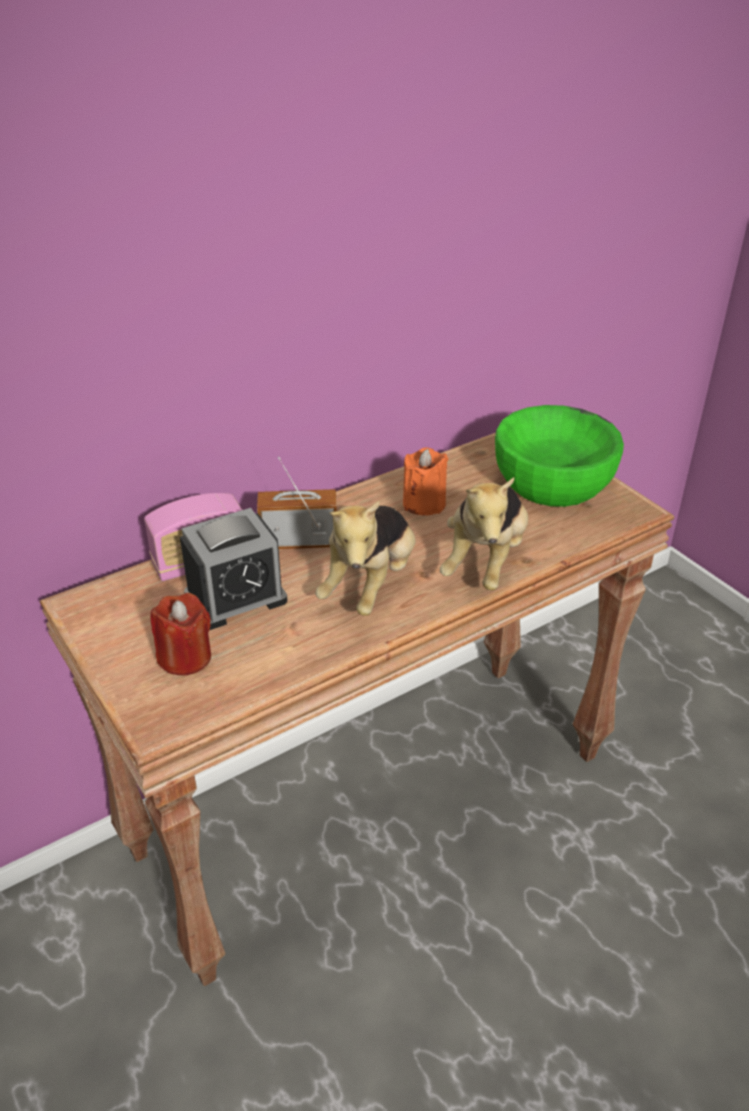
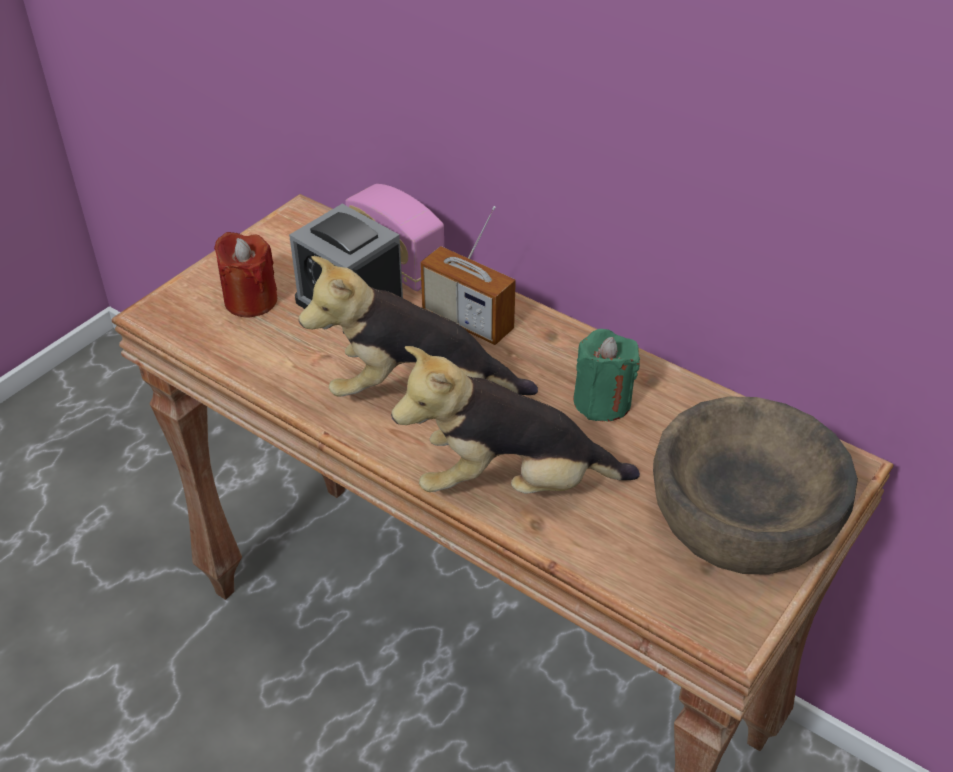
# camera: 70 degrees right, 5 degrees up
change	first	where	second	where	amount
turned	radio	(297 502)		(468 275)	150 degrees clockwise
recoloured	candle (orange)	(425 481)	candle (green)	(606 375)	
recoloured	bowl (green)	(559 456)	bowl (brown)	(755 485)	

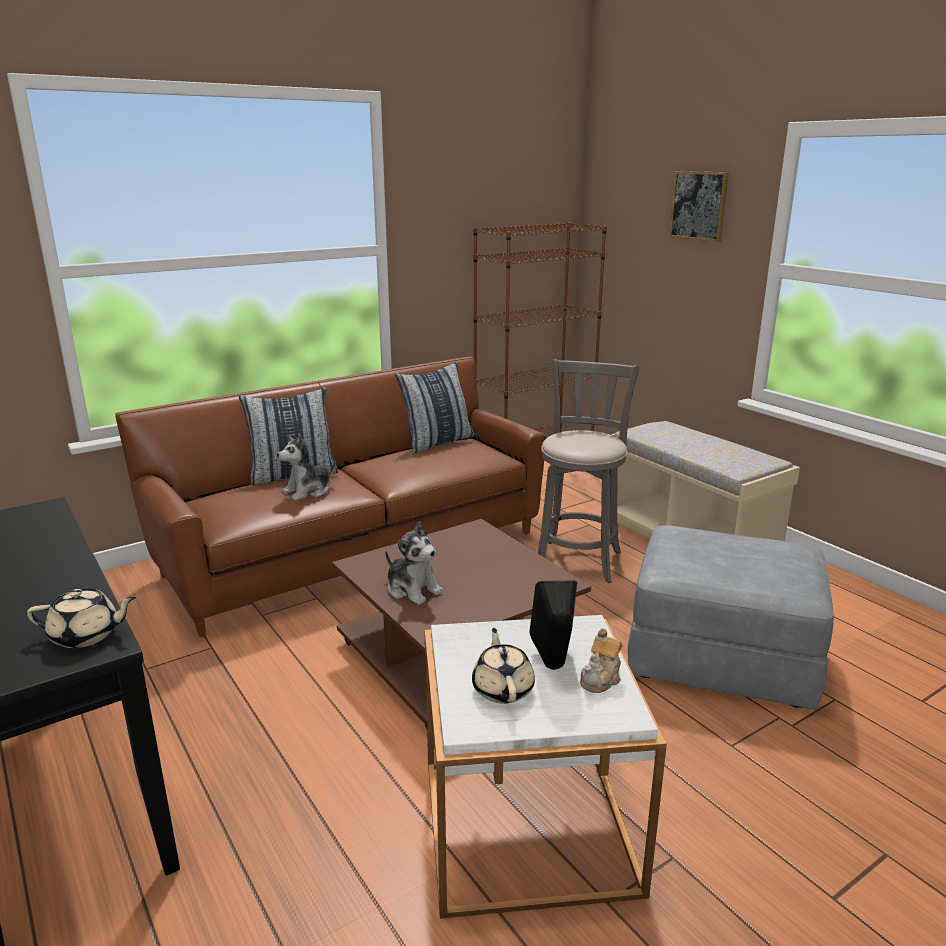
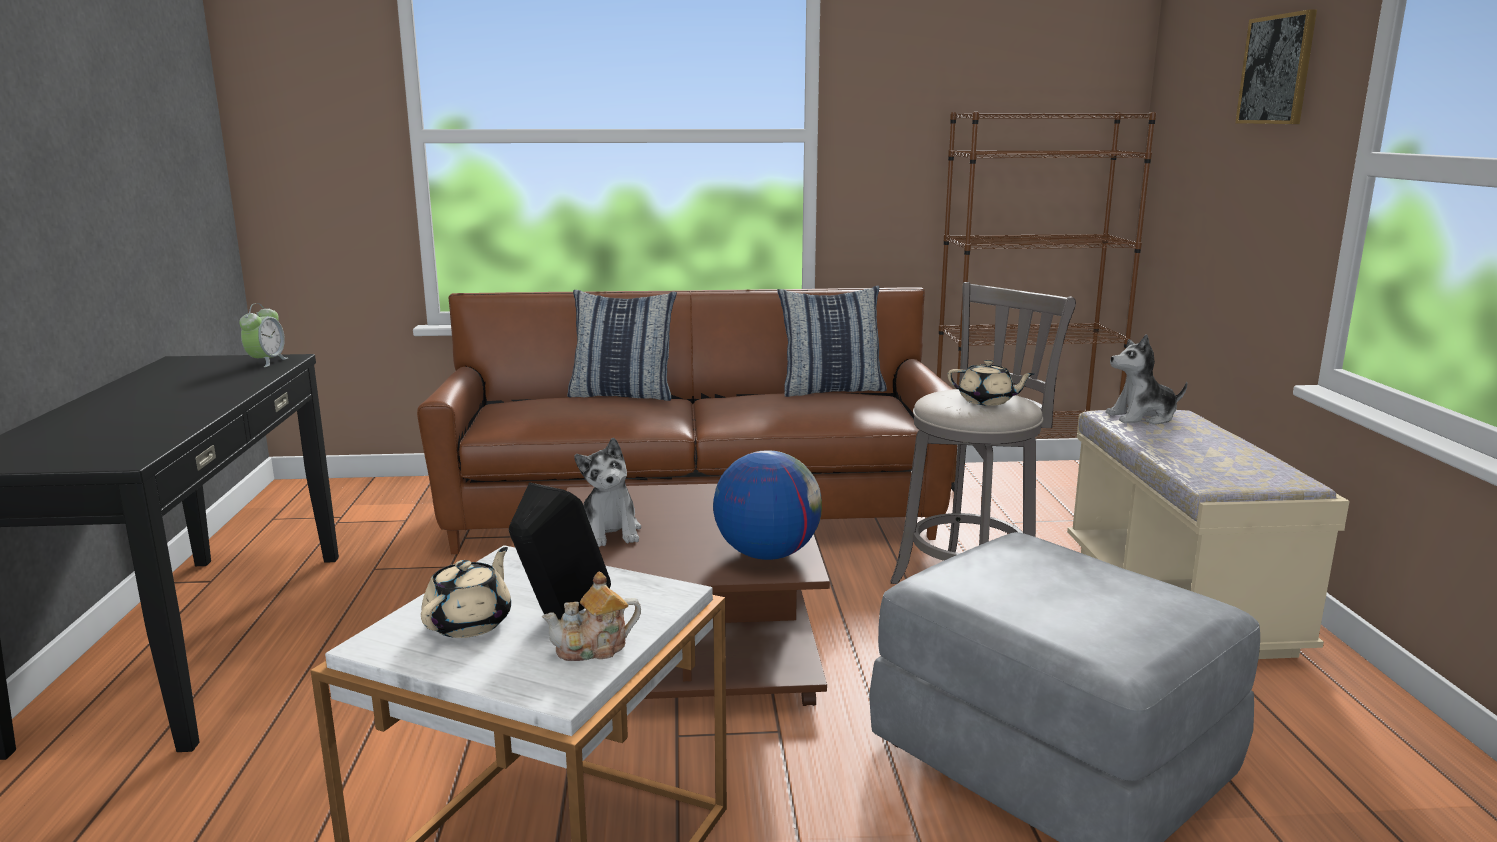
# camera: 30 degrees right, 5 degrees down
change	first	where	second	where	amount
added			alarm clock	(263 335)	
added			globe	(767 505)	
moved	teapot (beige)	(81 618)		(991 383)	
moved	plush toy	(306 467)		(1146 379)	

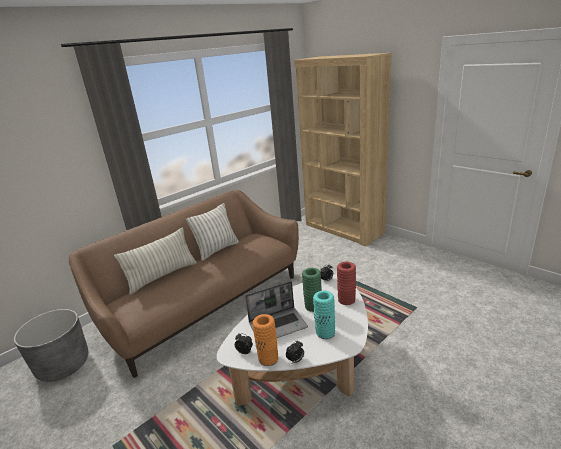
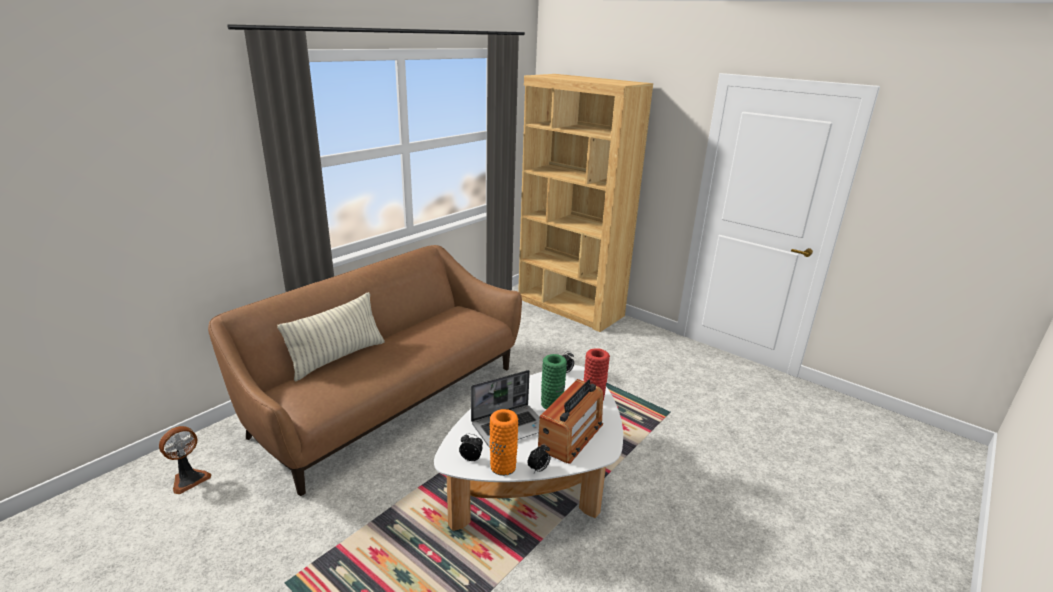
# camera: 10 degrees left, 0 degrees up
change	first	where	second	where	amount
replaced	planter (grey)	(51 345)	fan	(185 460)	
replaced	vase (turquoise)	(324 315)	radio	(570 421)	
removed	pillow	(212 232)			

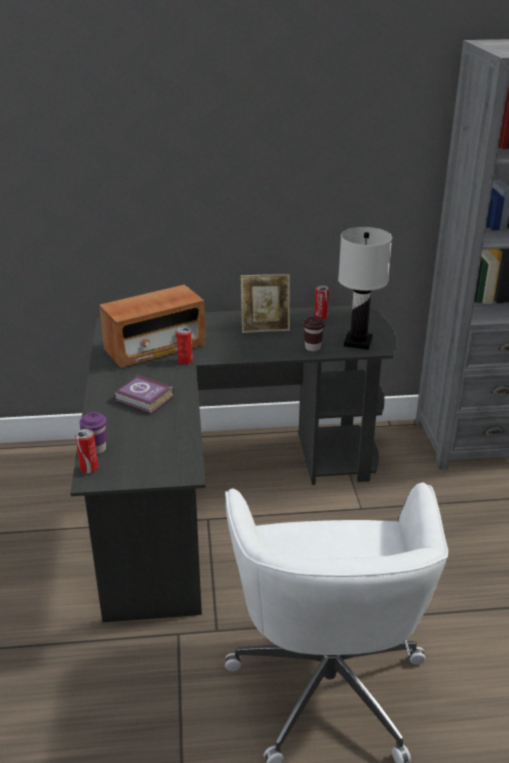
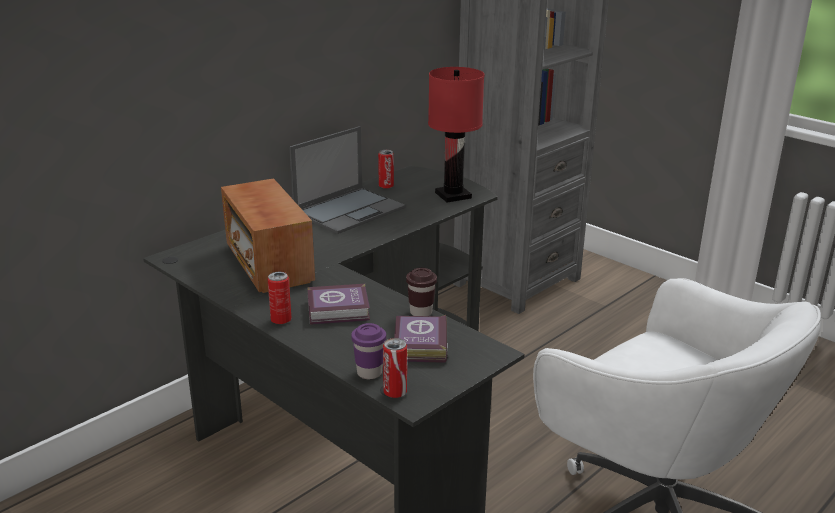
# camera: 40 degrees left, 5 degrees down
change	first	where	second	where	amount
turned	radio	(152 326)		(268 235)	135 degrees clockwise
moved	can	(184 345)		(279 298)	
replaced	picture frame	(265 303)	laptop	(347 180)	
added			book	(421 339)	
moved	cup (brown)	(314 333)		(421 292)	
recoloured	table lamp (white)	(365 288)	table lamp (red)	(456 135)	

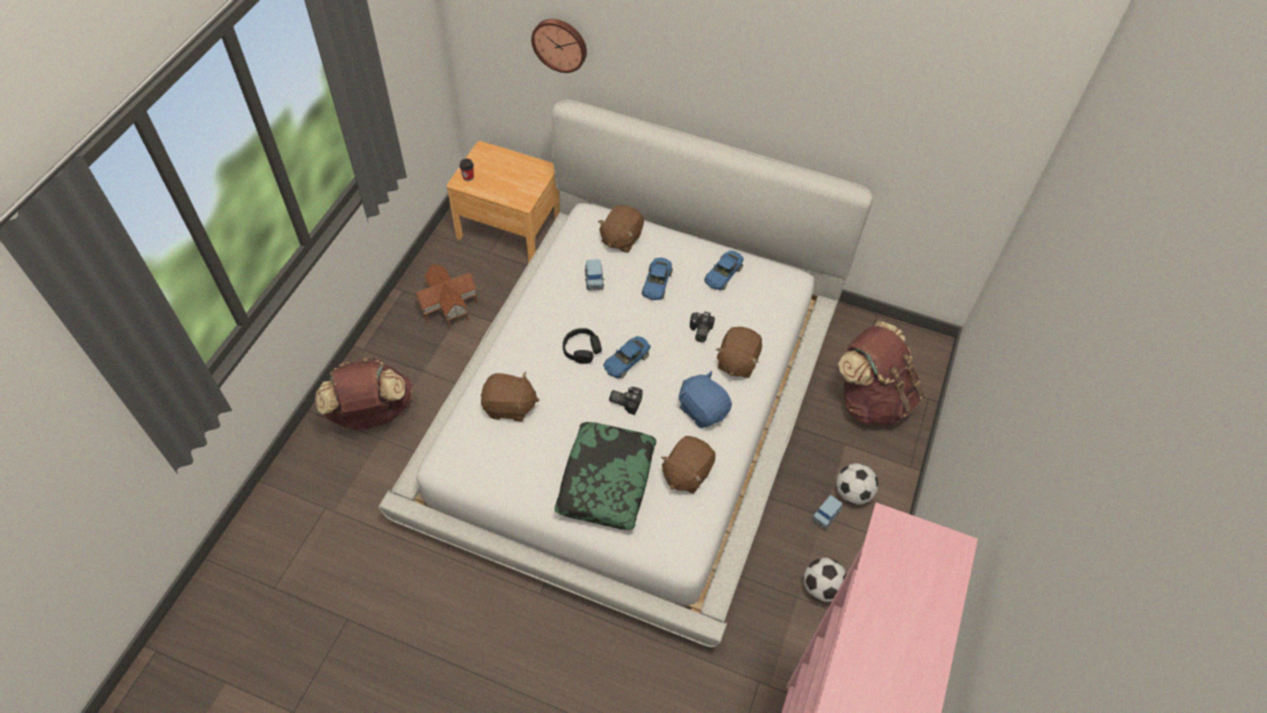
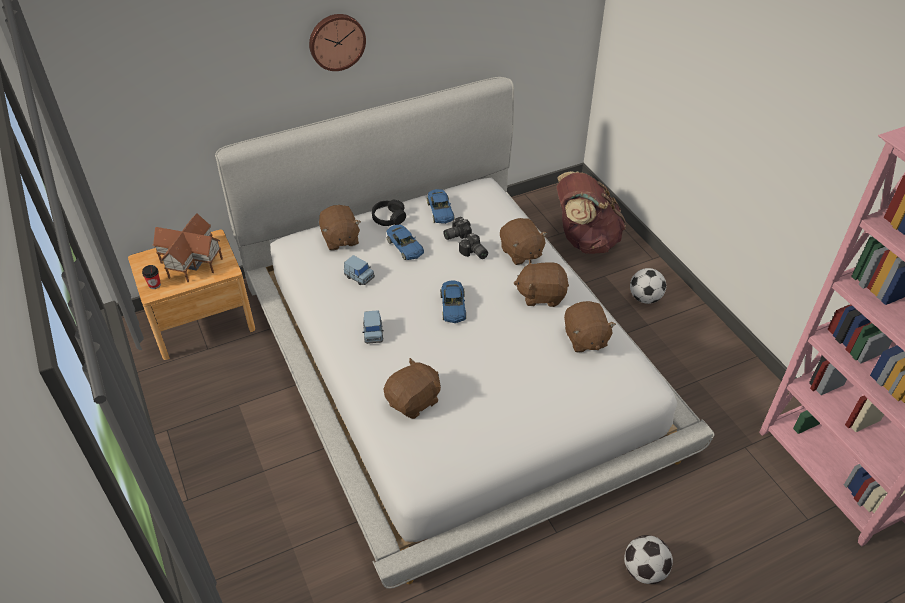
# camera: 45 degrees left, 10 degrees down
change	first	where	second	where	amount
moved	toy house	(445 295)		(187 247)	
moved	wall clock	(559 46)		(337 42)	
moved	toy car (blue)	(827 512)		(373 327)	
moved	headphones (black)	(582 346)		(389 213)	
moved	photo camera	(626 401)		(457 228)	
recoloured	plush toy (blue)	(705 399)	plush toy (brown)	(541 283)	
moved	football	(825 580)		(648 559)	
removed	backpack (brown)	(364 393)			
removed	pillow	(605 476)			

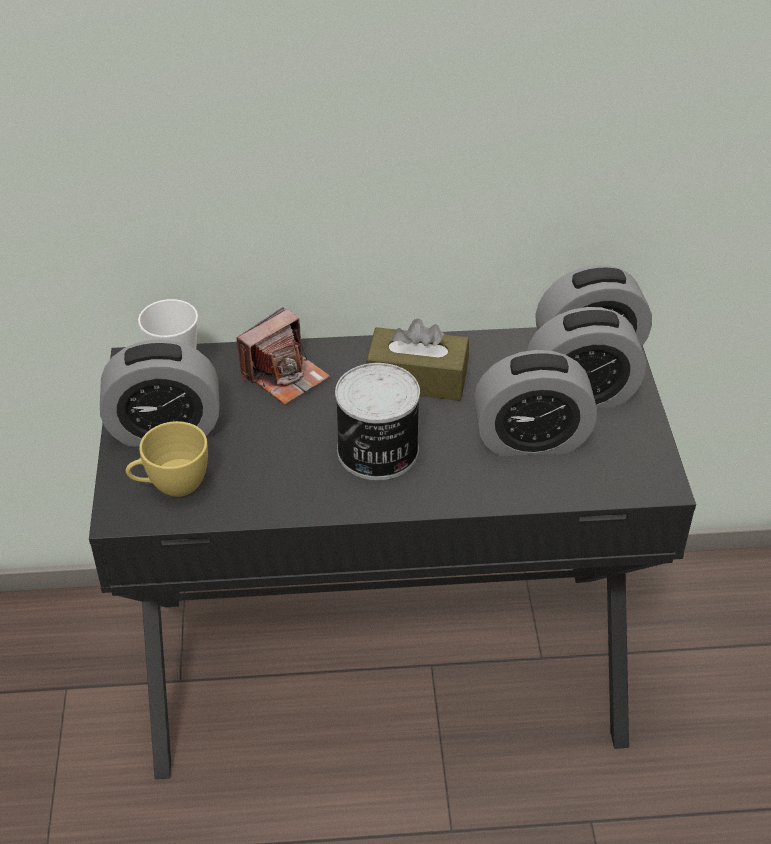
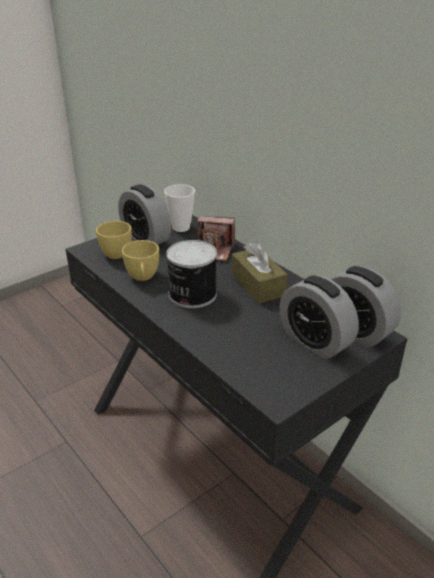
# camera: 55 degrees right, 10 degrees down
change	first	where	second	where	amount
added			cup (yellow)	(140 260)	
removed	alarm clock	(535 403)			

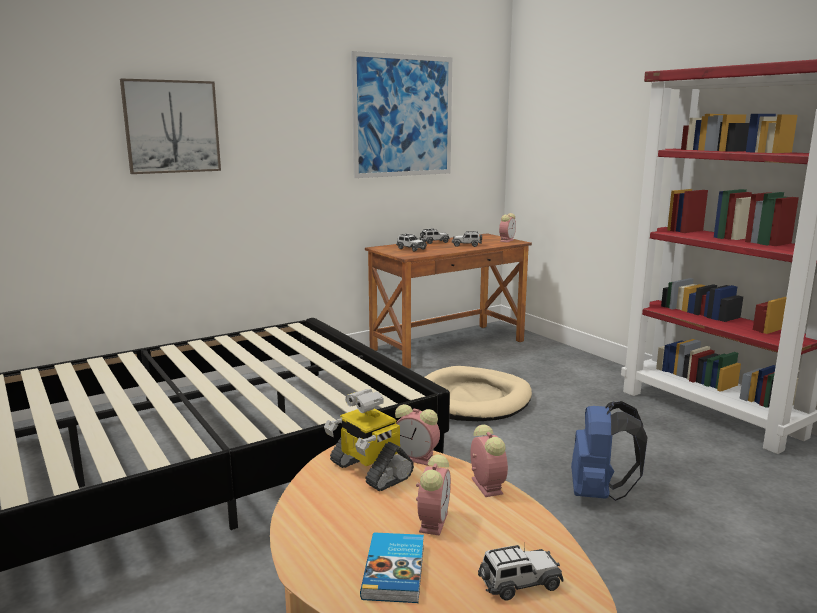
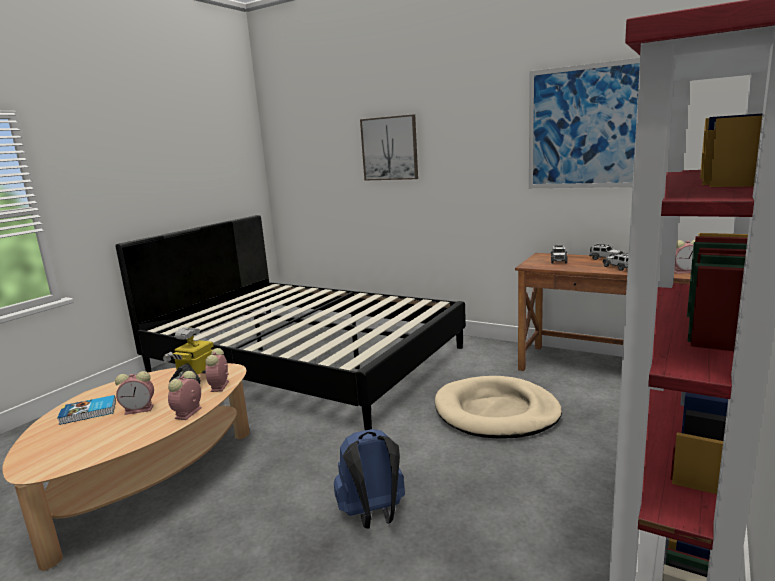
# camera: 65 degrees right, 0 degrees up
change	first	where	second	where	amount
turned	alarm clock	(489 460)		(185 395)	150 degrees clockwise
removed	toy car	(521 572)			

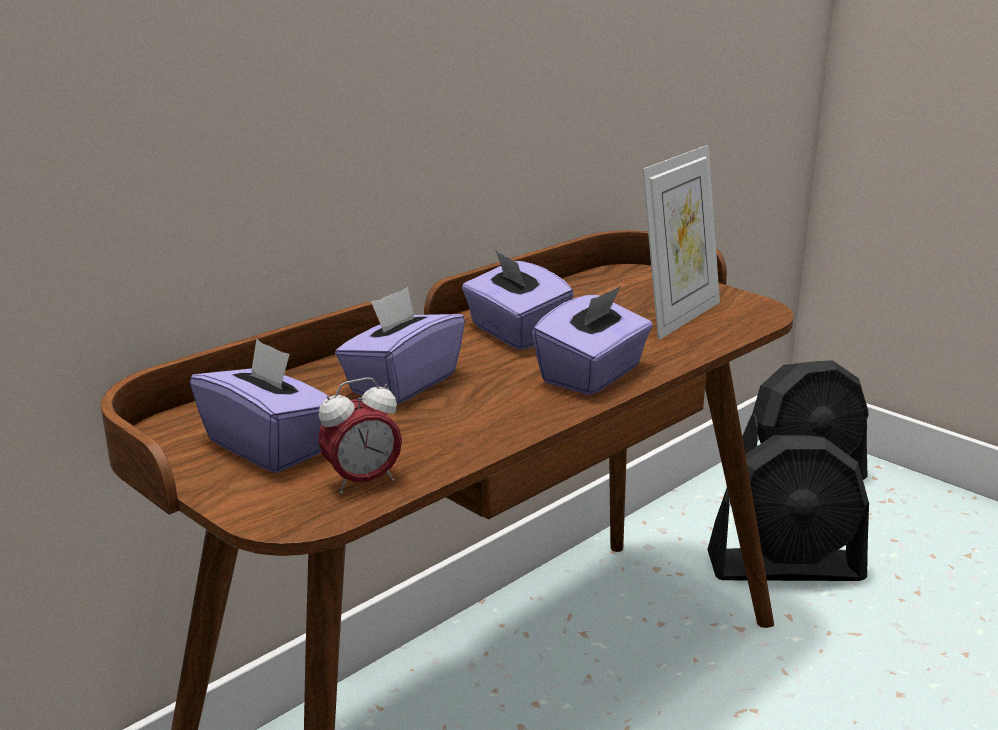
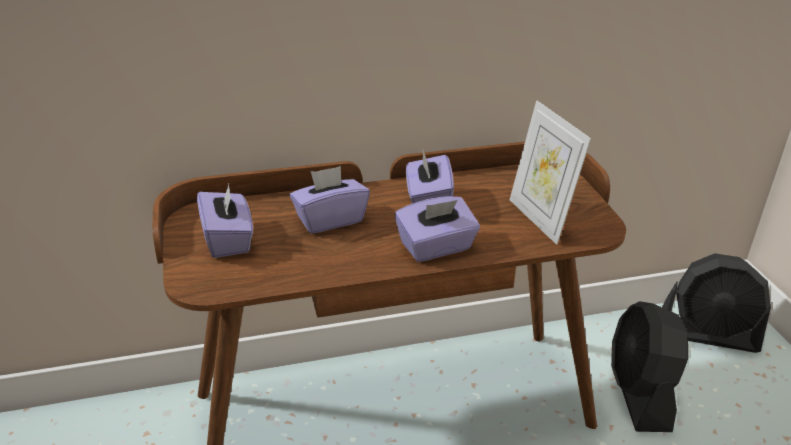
# camera: 30 degrees right, 10 degrees up
change	first	where	second	where	amount
turned	picture frame	(681 242)		(550 172)	90 degrees clockwise
turned	fan (black)	(788 508)		(649 366)	60 degrees clockwise
removed	alarm clock	(360 435)			

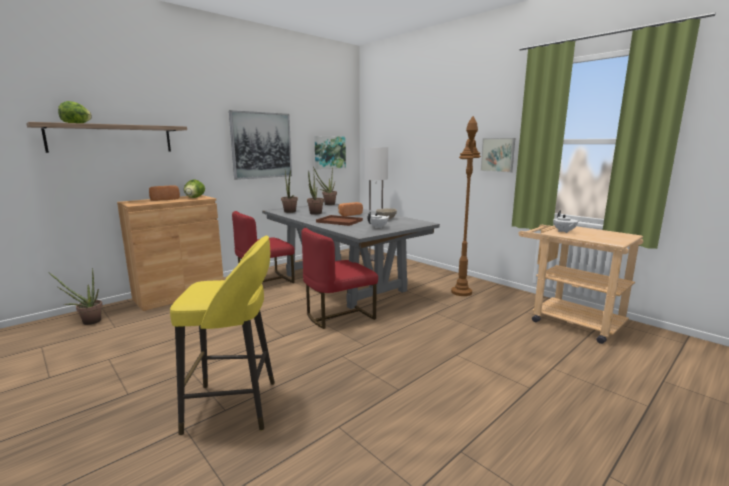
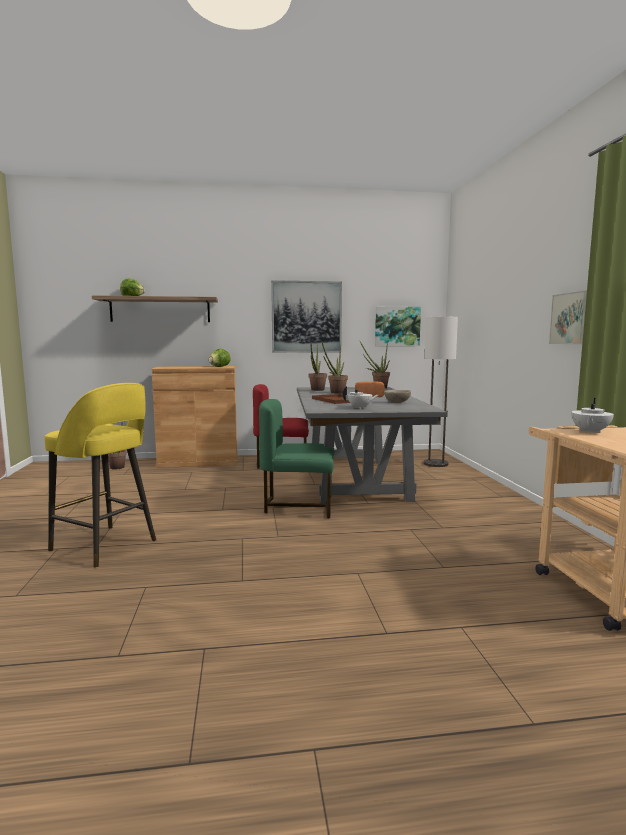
# camera: 35 degrees right, 5 degrees down
change	first	where	second	where	amount
recoloured	chair (red)	(339 278)	chair (green)	(296 458)	
removed	bread	(164 193)			
removed	floor lamp (brown)	(466 206)			

